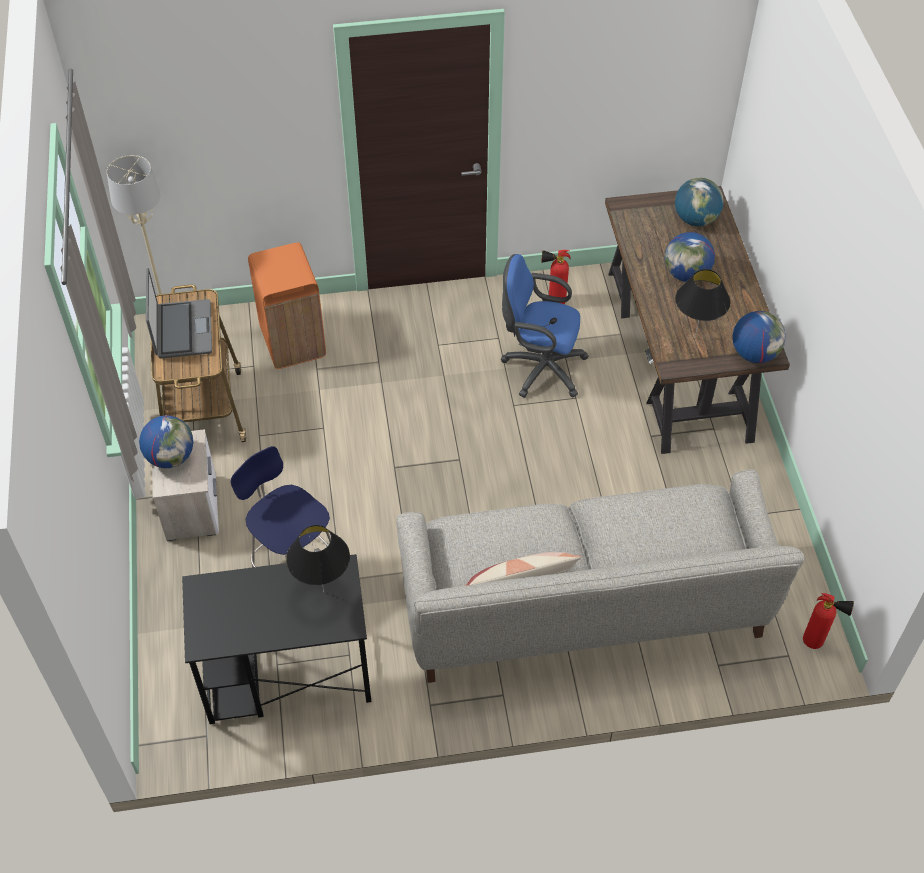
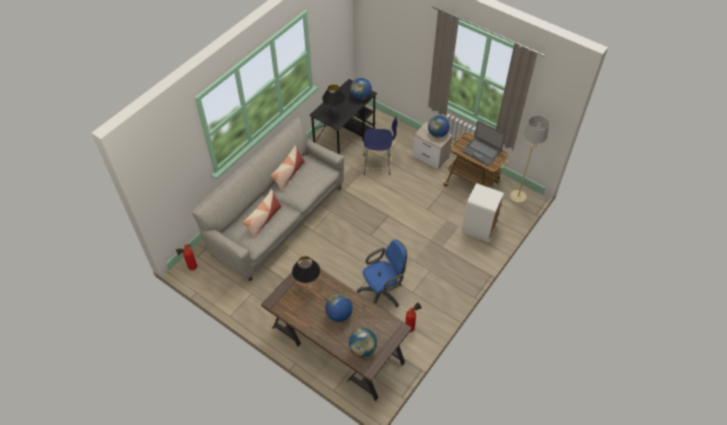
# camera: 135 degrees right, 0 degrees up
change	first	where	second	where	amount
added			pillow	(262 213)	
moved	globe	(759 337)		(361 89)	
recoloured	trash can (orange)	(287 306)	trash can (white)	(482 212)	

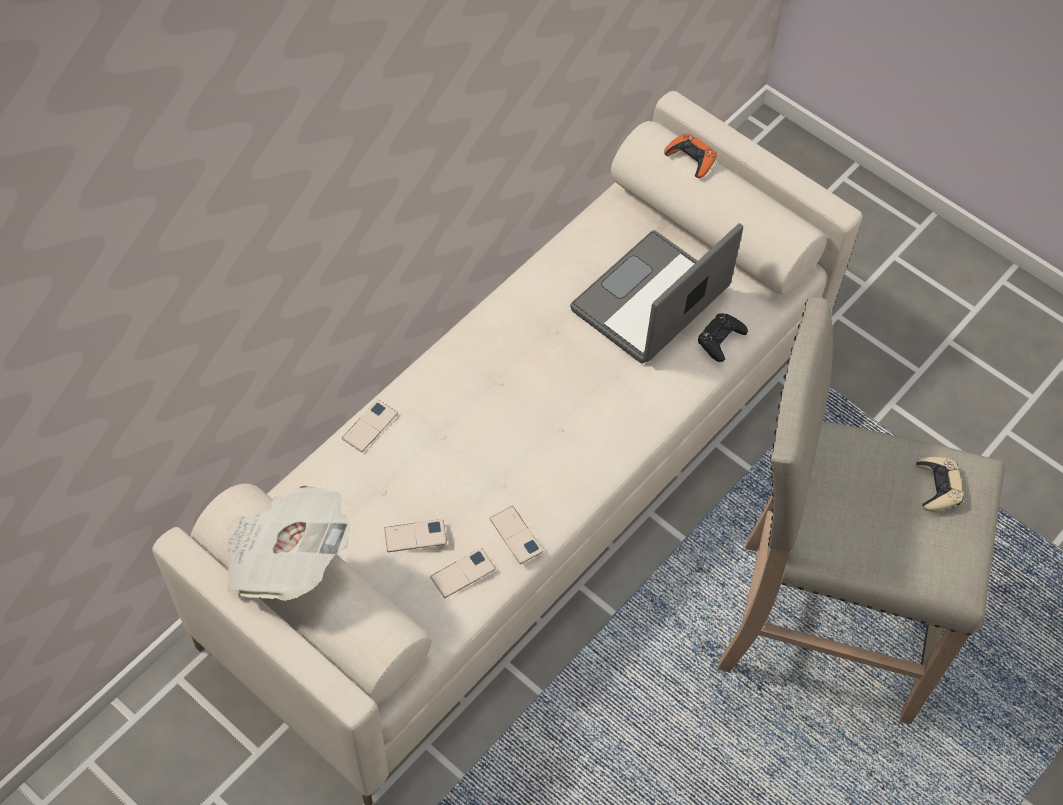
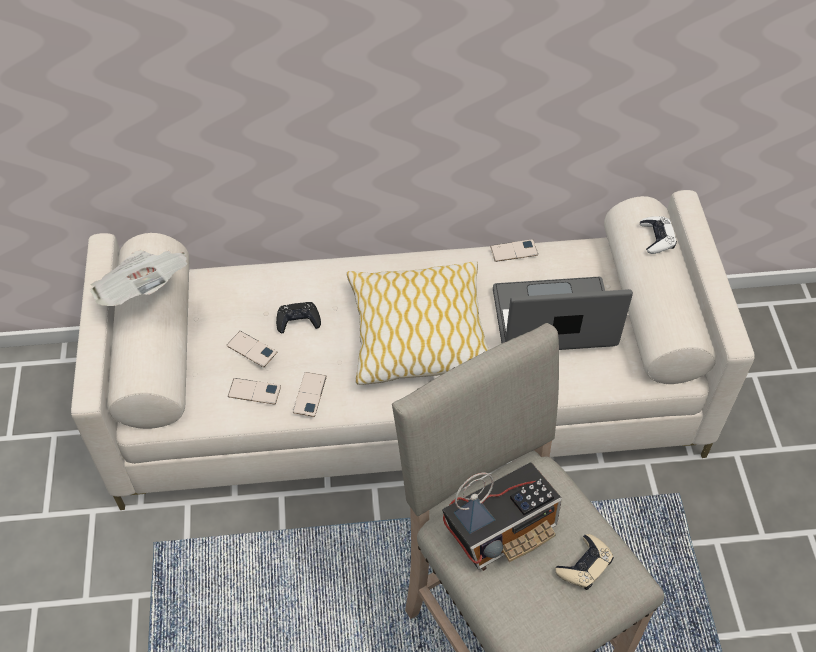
# camera: 45 degrees right, 5 degrees down
change	first	where	second	where	amount
moved	game controller (black)	(723 337)		(298 317)	
added			pillow	(417 323)	
added			radio	(502 516)	
moved	phone	(370 425)		(514 250)	
recoloured	game controller (orange)	(690 155)	game controller (white)	(658 235)	

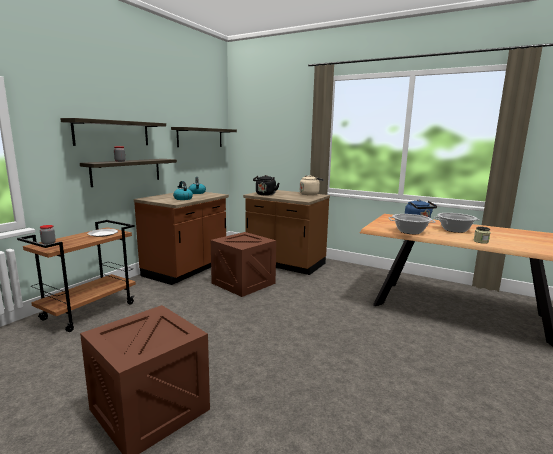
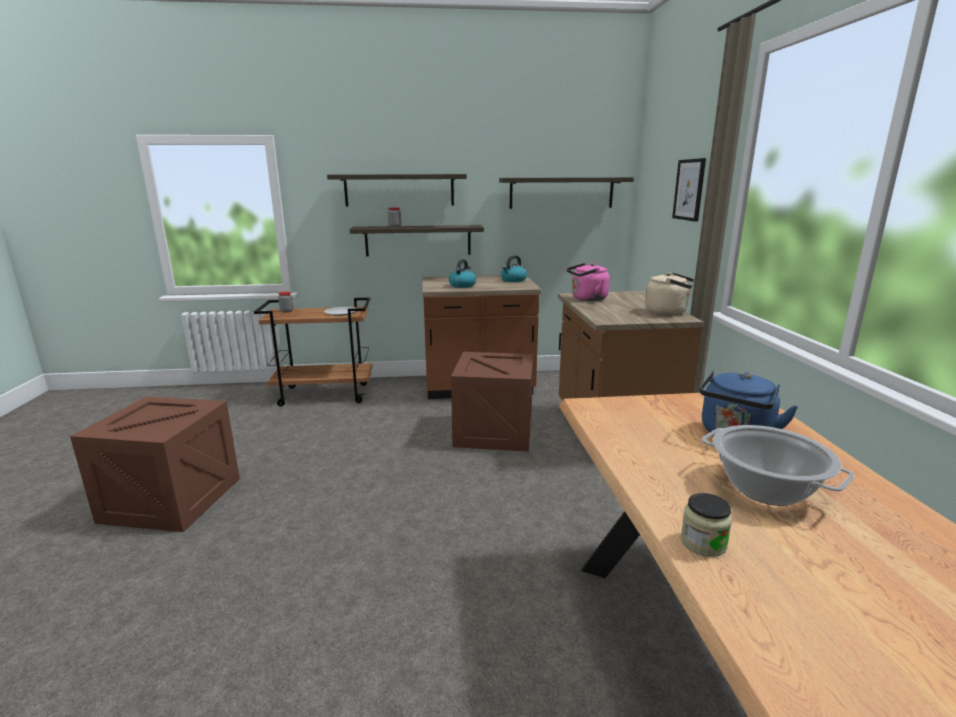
# camera: 55 degrees right, 5 degrees up
change	first	where	second	where	amount
recoloured	kettle (black)	(266 185)	kettle (pink)	(588 282)	
added			picture	(689 190)	
removed	cooking pot	(412 224)			

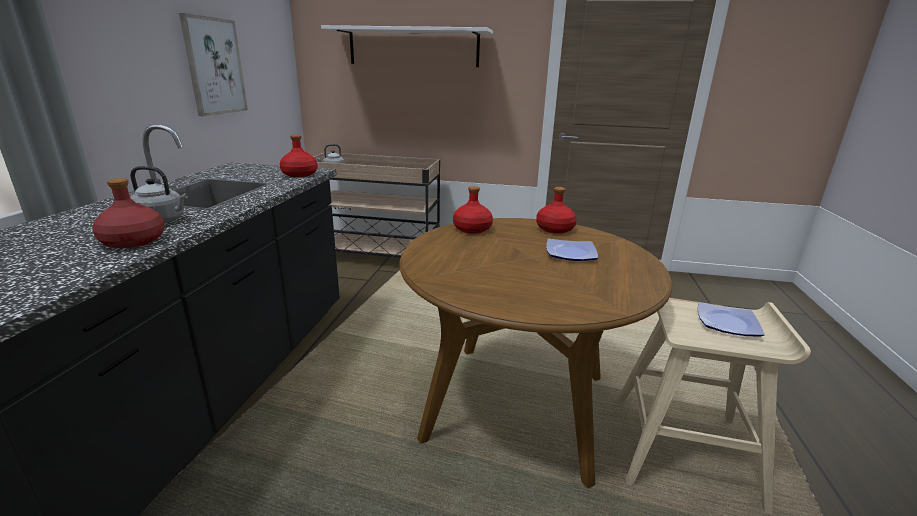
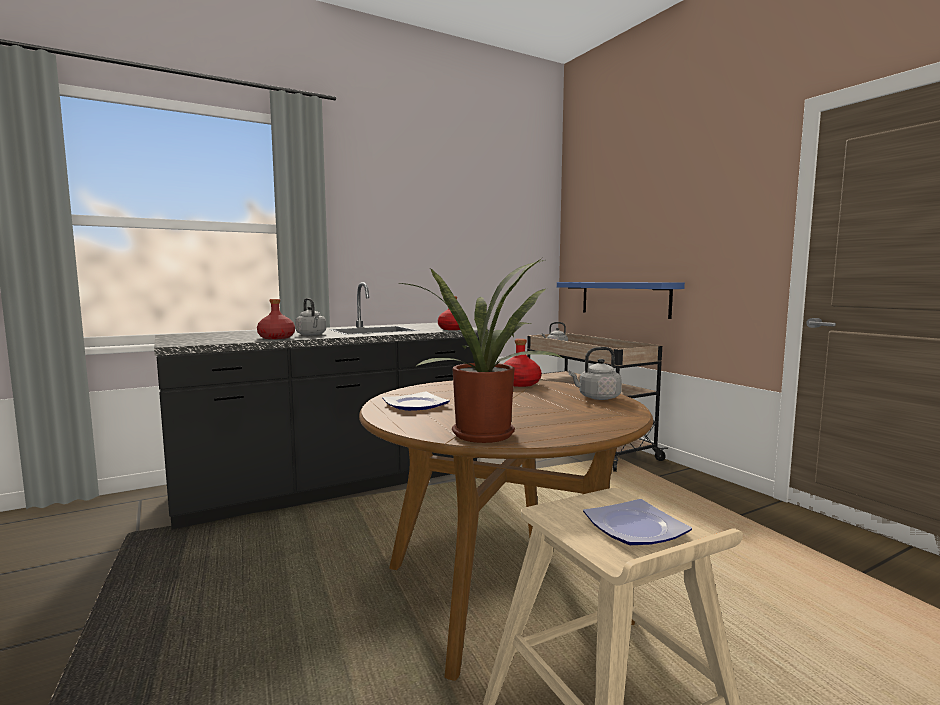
# camera: 50 degrees right, 15 degrees down
change	first	where	second	where	amount
moved	plate	(572 250)		(416 401)	
added			potted plant	(482 350)	
added			shelf (blue)	(621 300)	
replaced	bottle (red)	(556 210)	kettle (grey)	(595 373)	
removed	picture	(213 64)			
removed	shelf (white)	(407 46)			

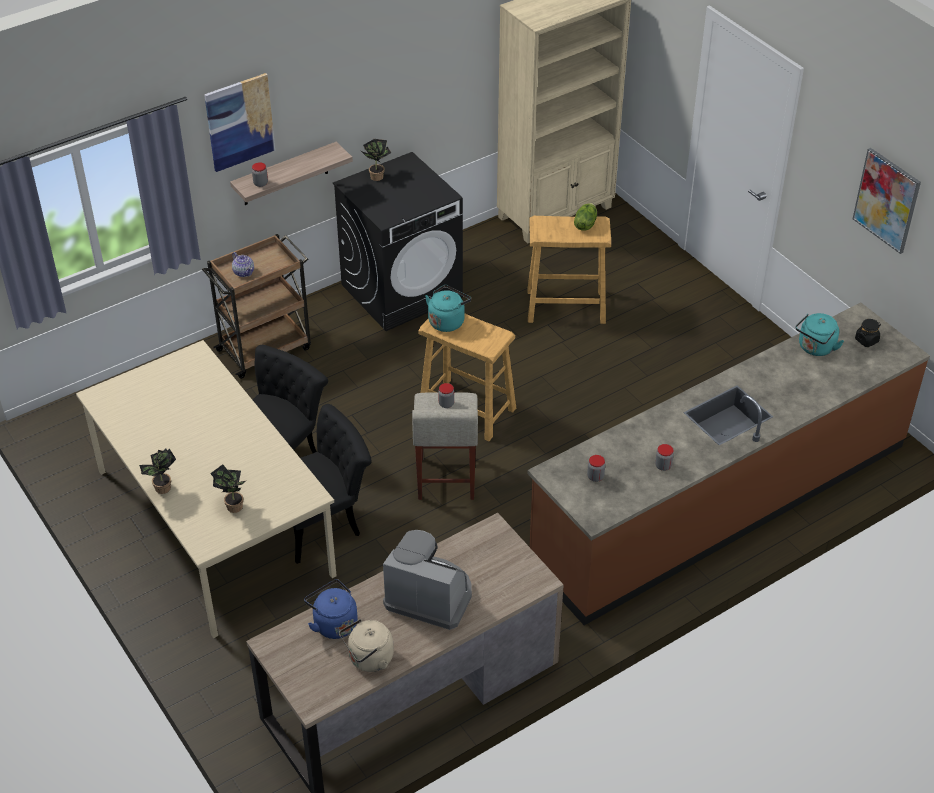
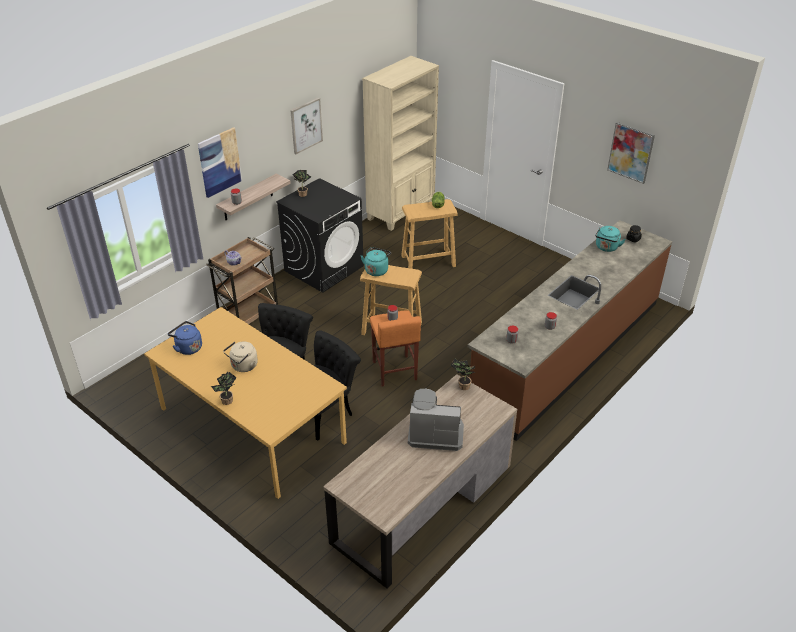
# camera: 15 degrees left, 5 degrees down
change	first	where	second	where	amount
recoloured	dining table (beige)	(206 489)	dining table (orange)	(245 403)	
moved	kettle (blue)	(331 609)		(185 338)	
moved	kettle (beige)	(366 645)		(240 356)	
added			picture	(306 126)	
recoloured	stool (beige)	(445 446)	stool (orange)	(395 348)	
moved	potted plant	(227 488)		(463 374)	

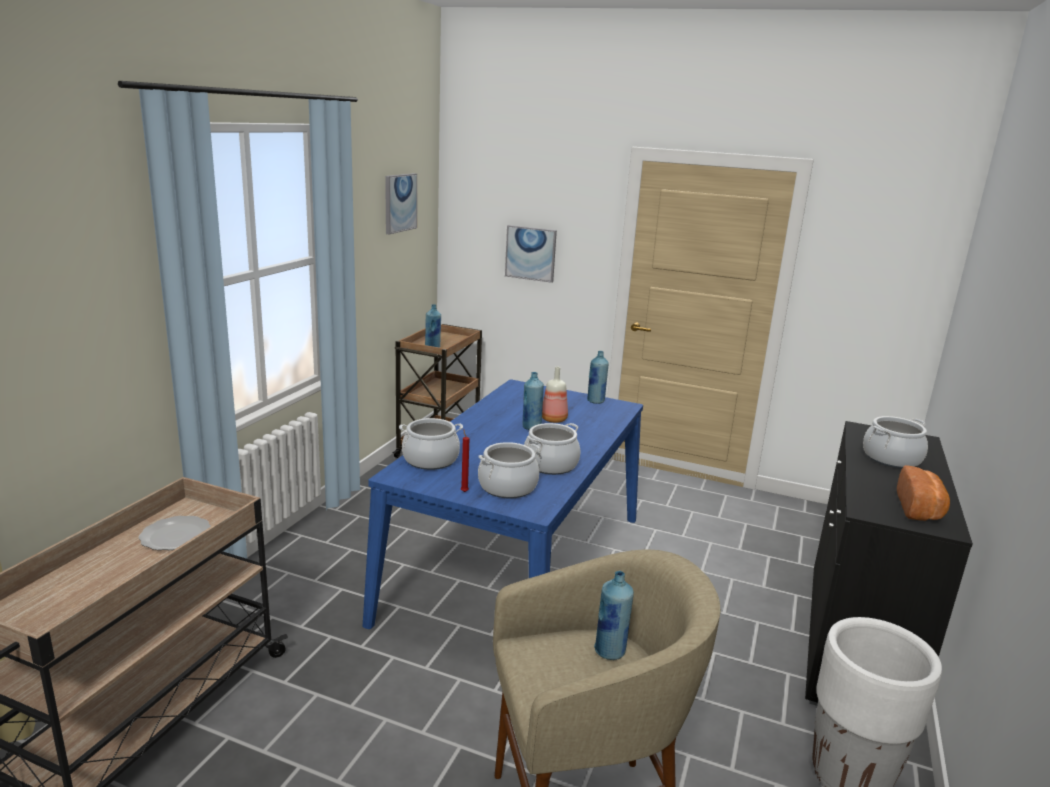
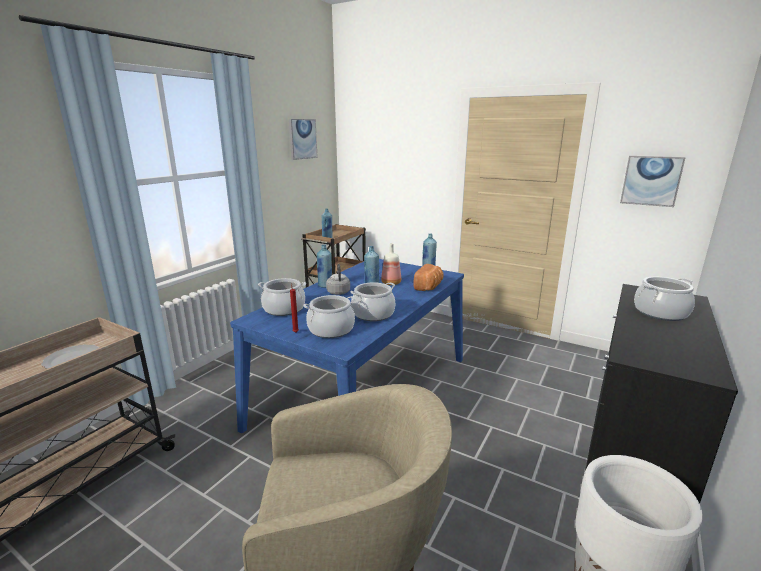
# camera: 10 degrees right, 0 degrees up
change	first	where	second	where	amount
moved	bottle (blue)	(614 615)		(324 266)	
added			kettle (grey)	(338 279)	
moved	bread	(923 493)		(428 277)	
moved	picture	(531 254)		(653 181)	

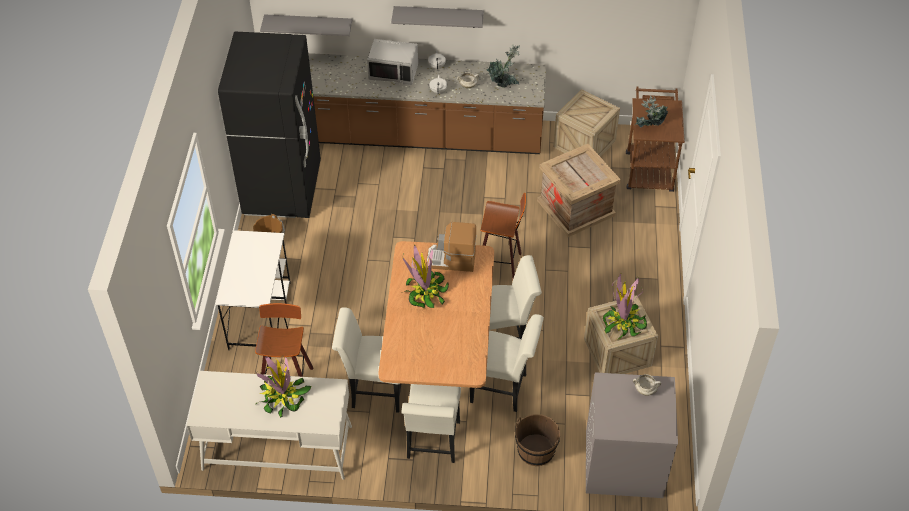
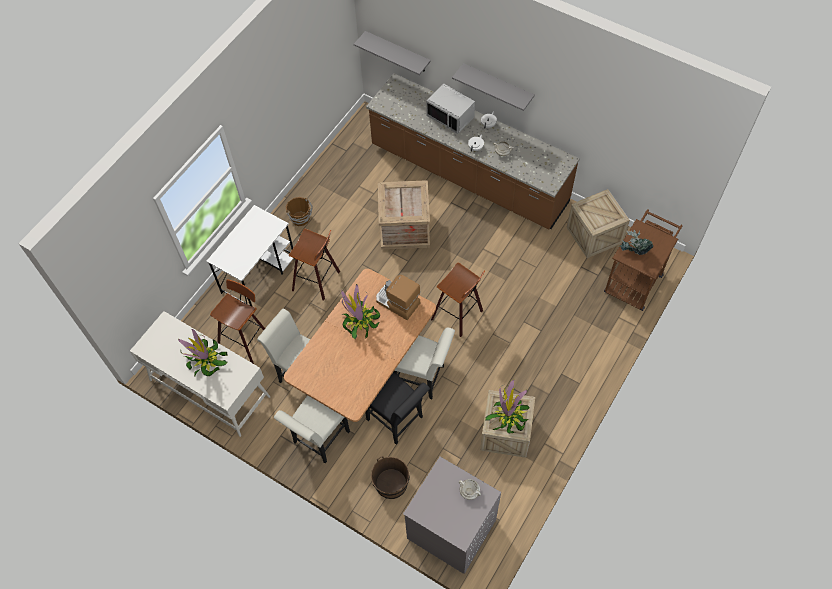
# camera: 30 degrees right, 10 degrees up
change	first	where	second	where	amount
added			stool	(314 265)	
recoloured	chair (white)	(507 363)	chair (black)	(397 408)	
moved	crate	(579 190)		(404 214)	
removed	fridge (black)	(269 124)			
removed	potted plant	(503 66)			

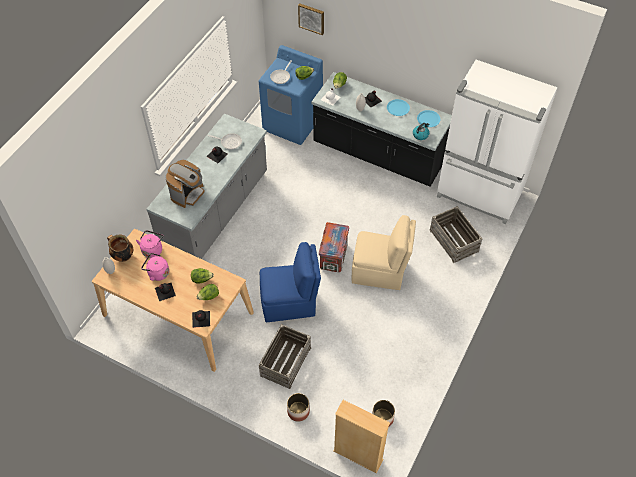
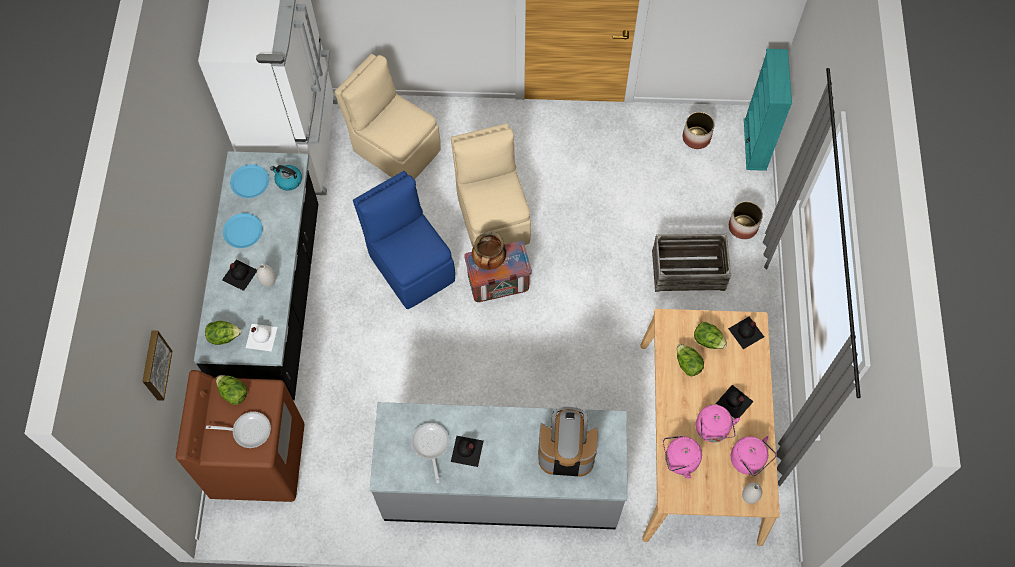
# camera: 115 degrees left, 10 degrees up
change	first	where	second	where	amount
recoloured	washing machine (blue)	(291 95)	washing machine (brown)	(240 436)	
replaced	crate	(455 234)	chair (beige)	(387 117)	
moved	chair (blue)	(290 282)		(404 240)	
moved	cooking pot	(120 248)		(489 251)	
added			kettle (pink)	(754 456)	
recoloured	bookcase (beige)	(361 436)	bookcase (turquoise)	(768 110)	

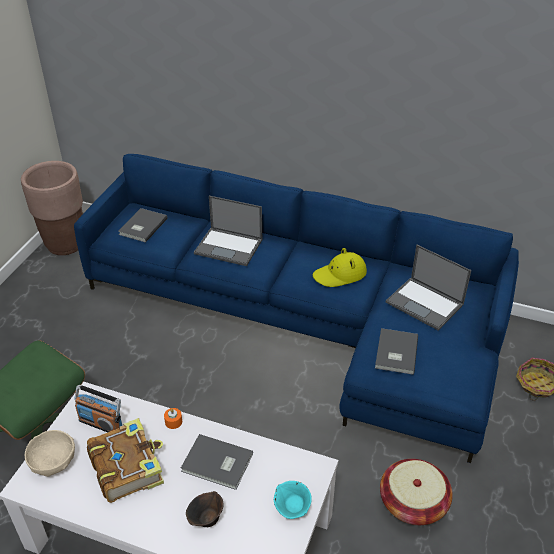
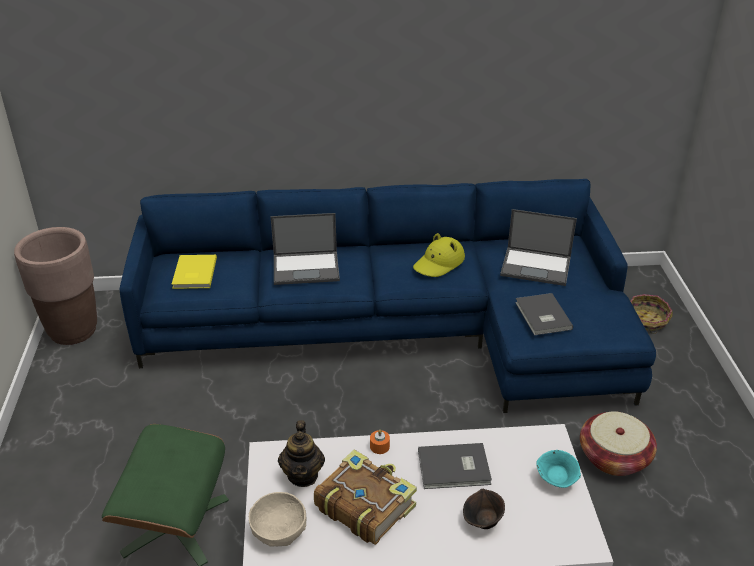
# camera: 25 degrees left, 5 degrees down
change	first	where	second	where	amount
recoloured	book (grey)	(143 225)	book (yellow)	(194 272)	
replaced	radio	(98 408)	teapot	(301 453)	

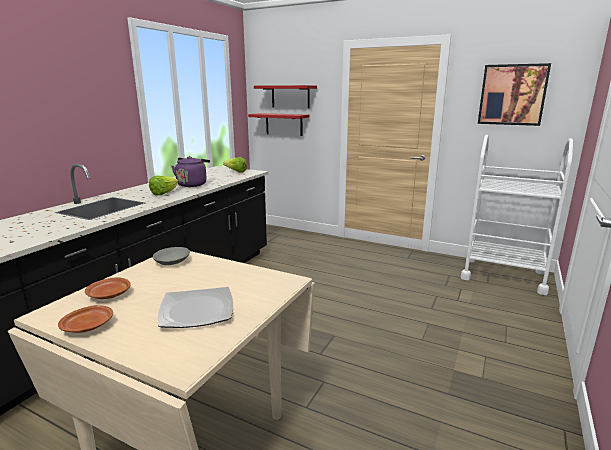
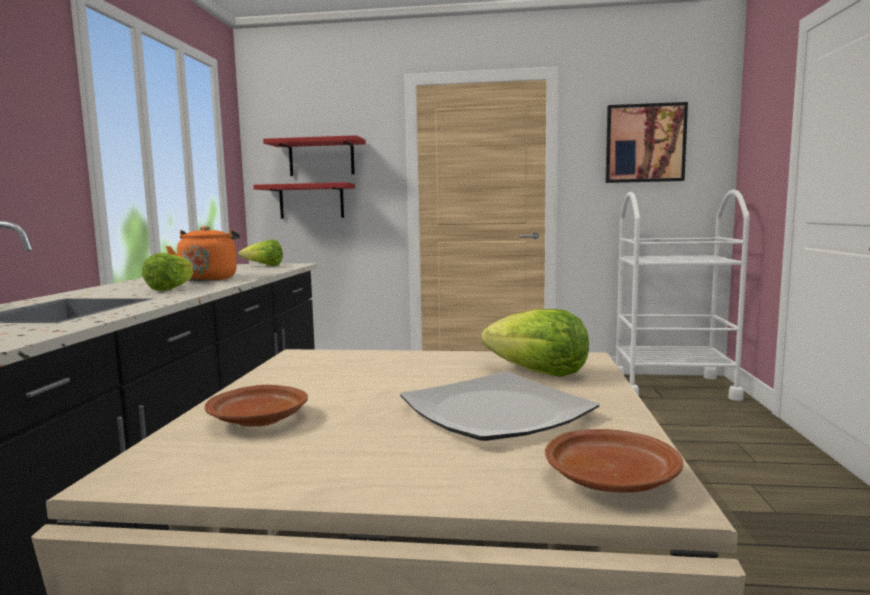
# camera: 20 degrees left, 10 degrees down
change	first	where	second	where	amount
recoloured	kettle (purple)	(190 171)	kettle (orange)	(203 253)	
added			lettuce	(535 343)	
moved	plate (brown)	(85 319)		(614 461)	
removed	bowl (grey)	(171 256)			

